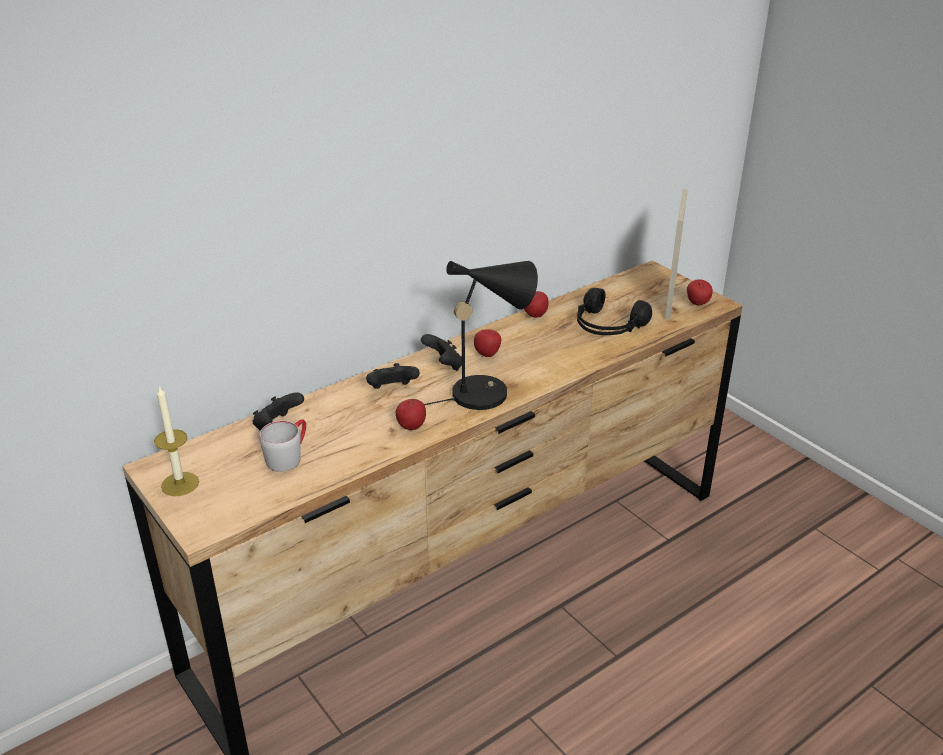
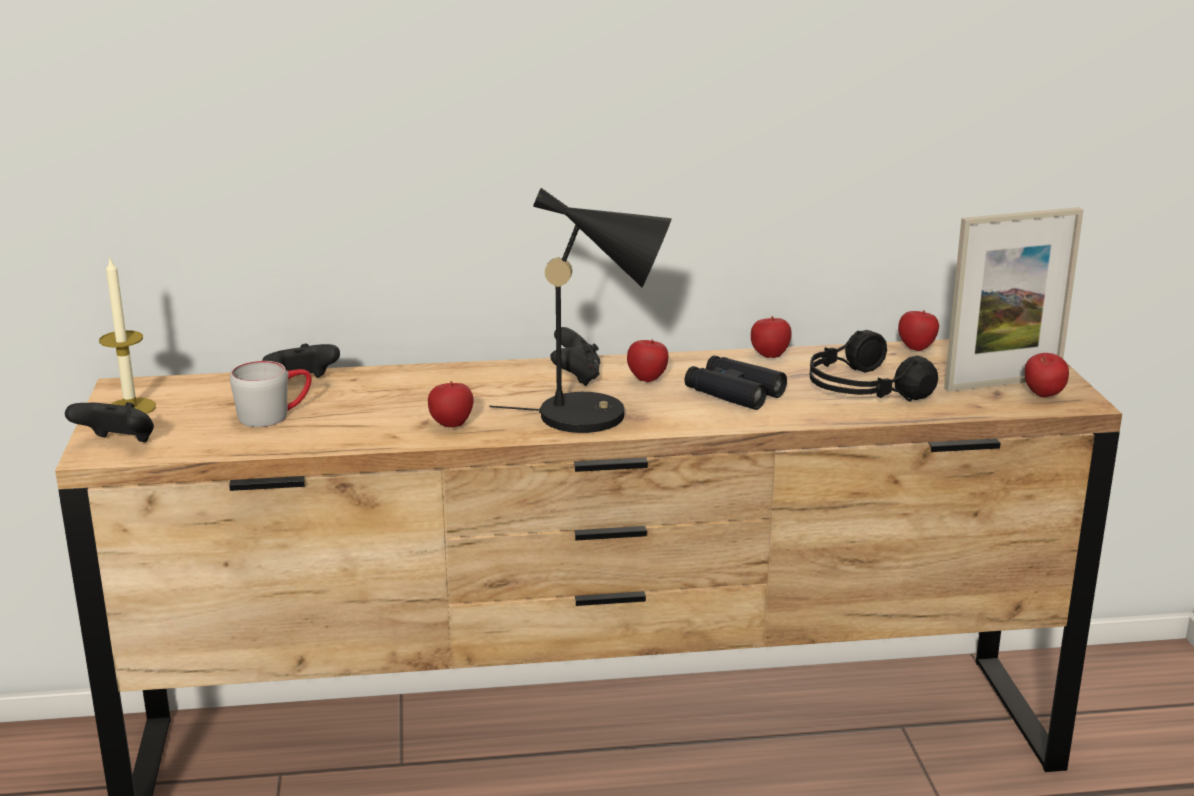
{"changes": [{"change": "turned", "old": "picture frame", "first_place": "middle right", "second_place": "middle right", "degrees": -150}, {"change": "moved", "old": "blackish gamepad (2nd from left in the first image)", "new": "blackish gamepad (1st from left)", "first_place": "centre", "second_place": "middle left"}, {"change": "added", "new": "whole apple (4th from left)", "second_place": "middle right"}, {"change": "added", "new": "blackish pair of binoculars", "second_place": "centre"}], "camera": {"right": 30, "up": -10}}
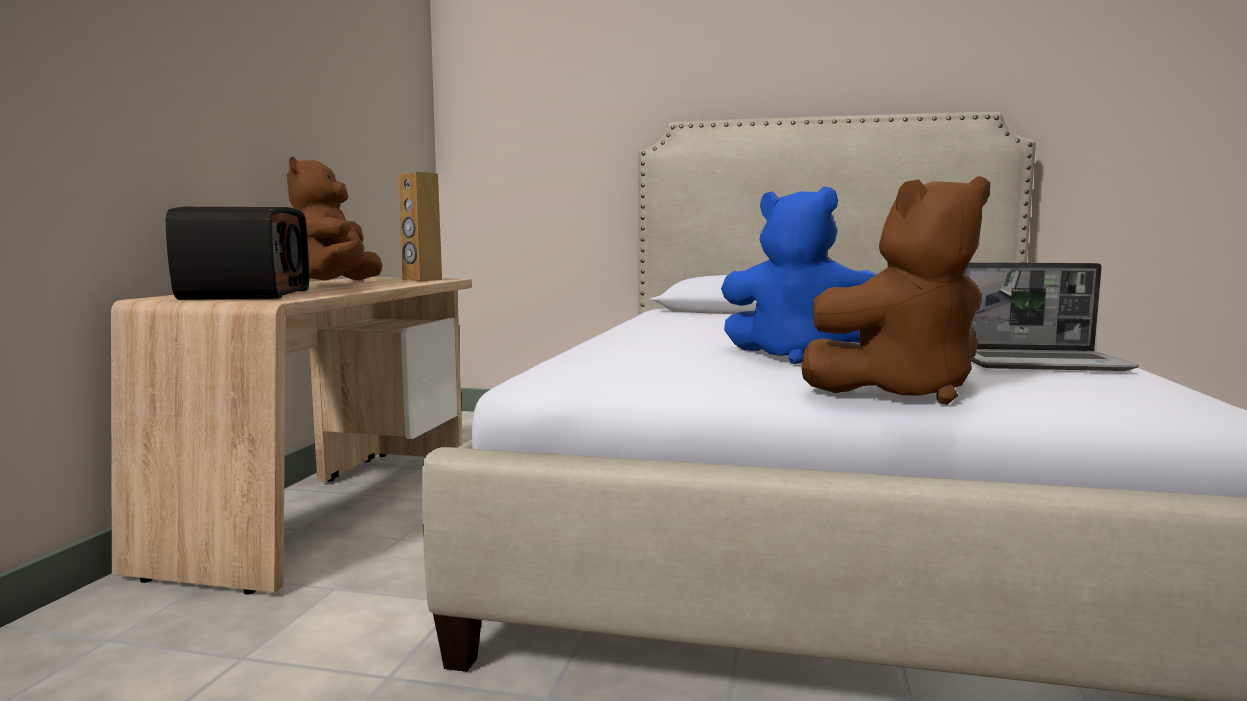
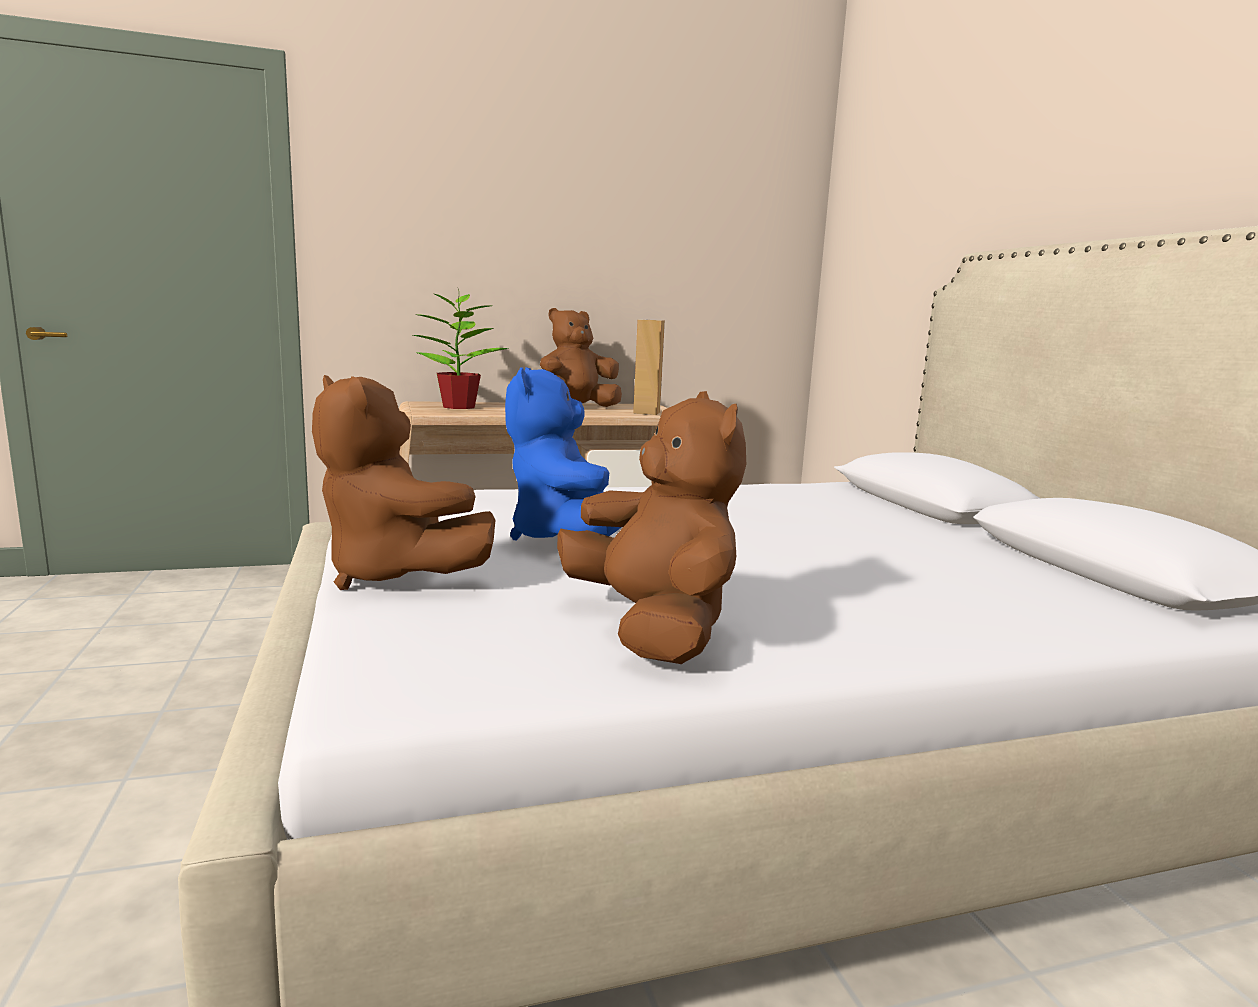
{"changes": [{"change": "replaced", "old": "radio set", "new": "potted plant", "first_place": "middle left", "second_place": "centre"}, {"change": "replaced", "old": "notebook computer", "new": "brown plush toy (3rd from left)", "first_place": "middle right", "second_place": "centre"}], "camera": {"right": 60, "up": 5}}
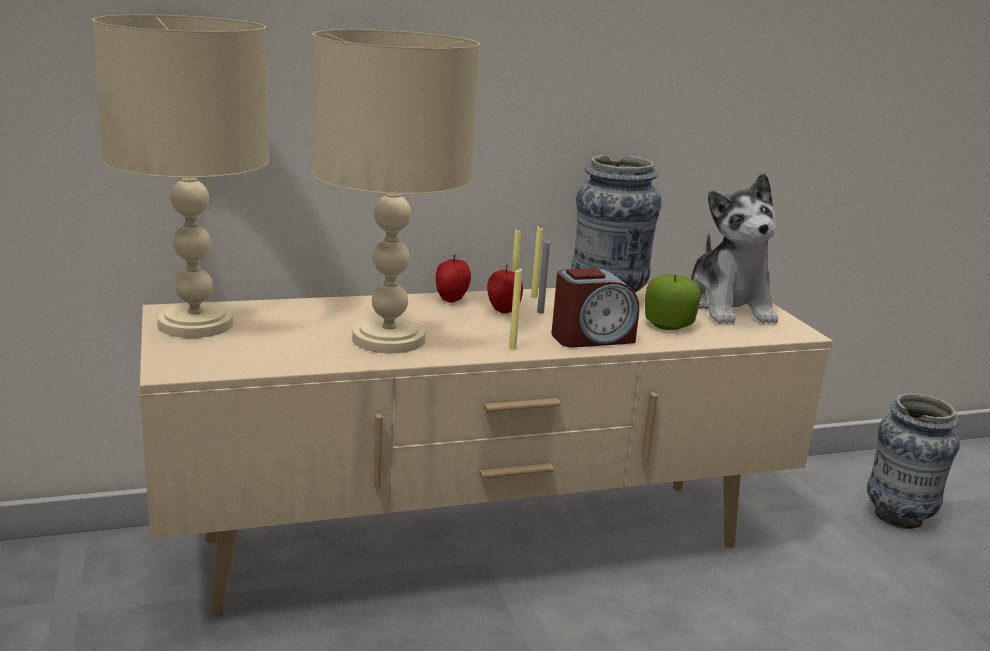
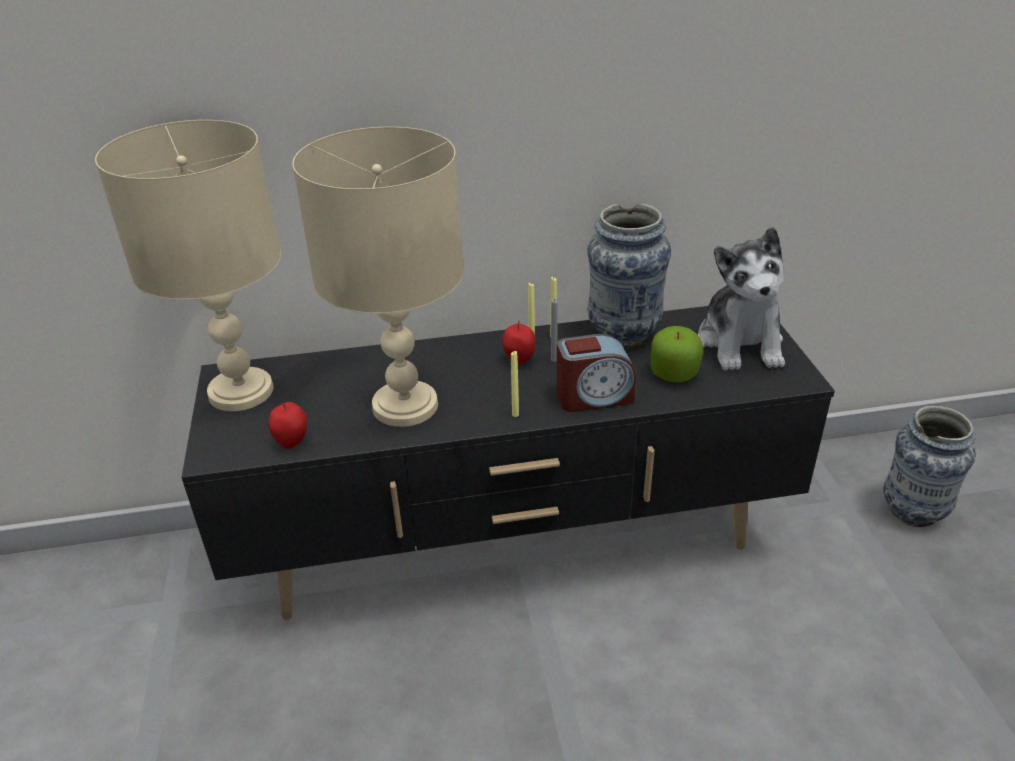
{"changes": [{"change": "moved", "old": "whole apple (1st from left)", "first_place": "centre", "second_place": "middle left"}, {"change": "recoloured", "old": "sand-coloured tv unit", "new": "blackish tv unit", "first_place": "bottom centre", "second_place": "centre"}], "camera": {"right": 10, "up": 15}}
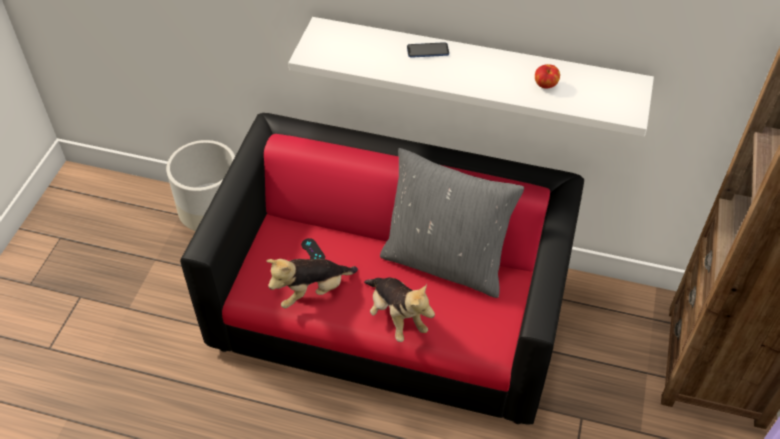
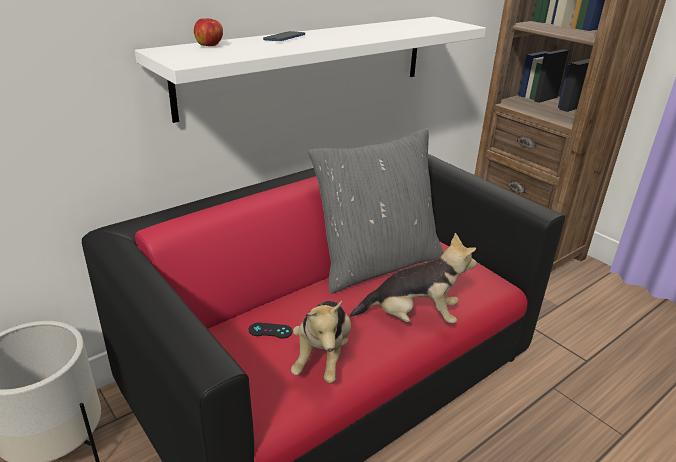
{"changes": [{"change": "moved", "old": "whole apple", "first_place": "top right", "second_place": "top left"}], "camera": {"right": -55, "up": -20}}
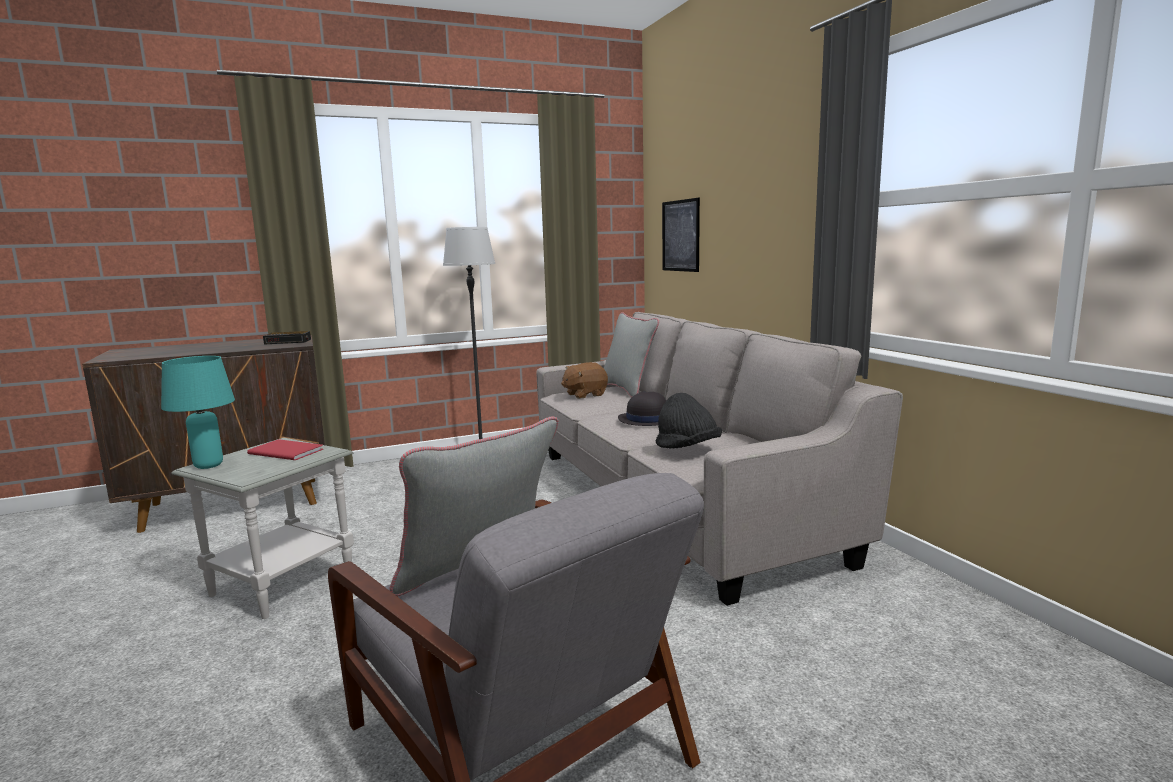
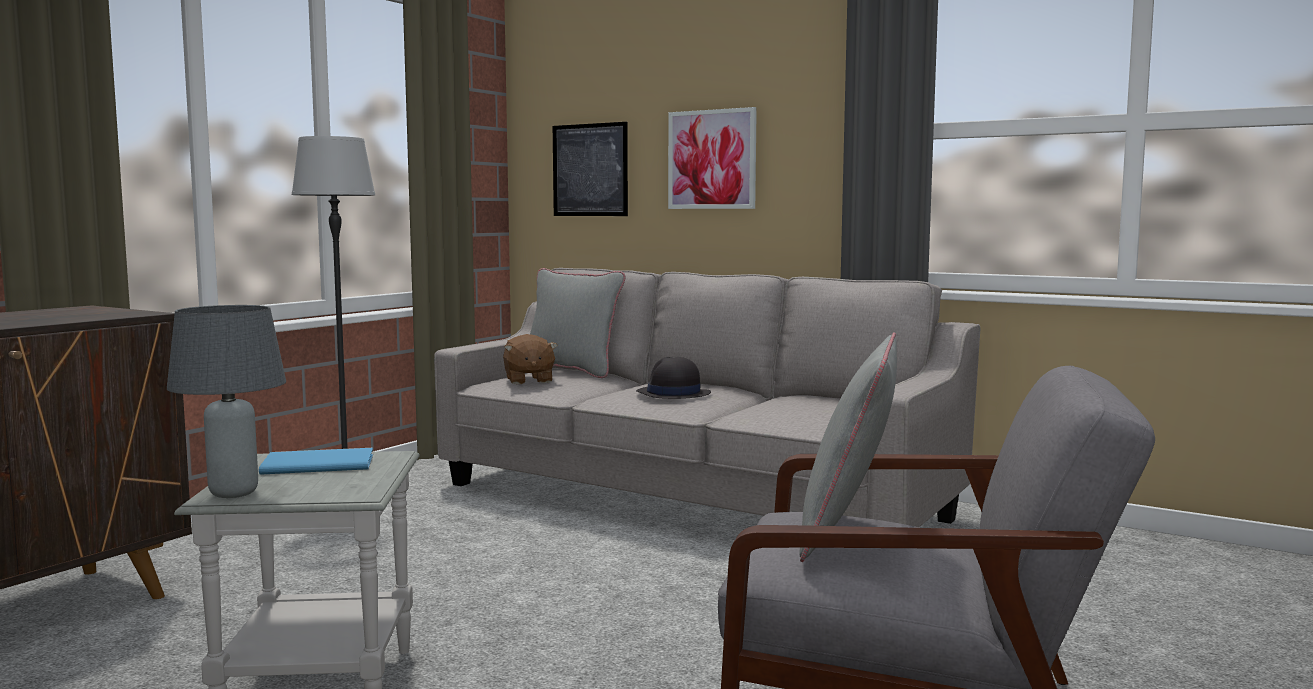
{"changes": [{"change": "removed", "old": "bedside clock", "first_place": "middle left"}, {"change": "recoloured", "old": "blue-green lamp for a table", "new": "gray lamp for a table", "first_place": "middle left", "second_place": "middle left"}, {"change": "turned", "old": "brown plush toy", "first_place": "centre", "second_place": "centre", "degrees": -45}, {"change": "removed", "old": "blackish wearable hat (2nd from left)", "first_place": "centre"}, {"change": "recoloured", "old": "red-coloured book", "new": "bluish book", "first_place": "middle left", "second_place": "bottom left"}, {"change": "added", "new": "picture (2nd from left)", "second_place": "top centre"}], "camera": {"right": -35, "up": -5}}
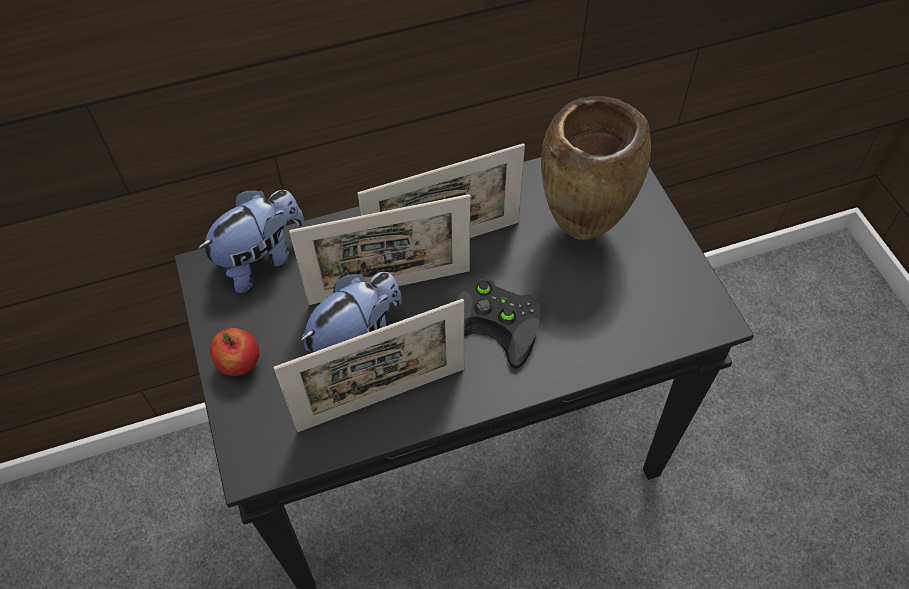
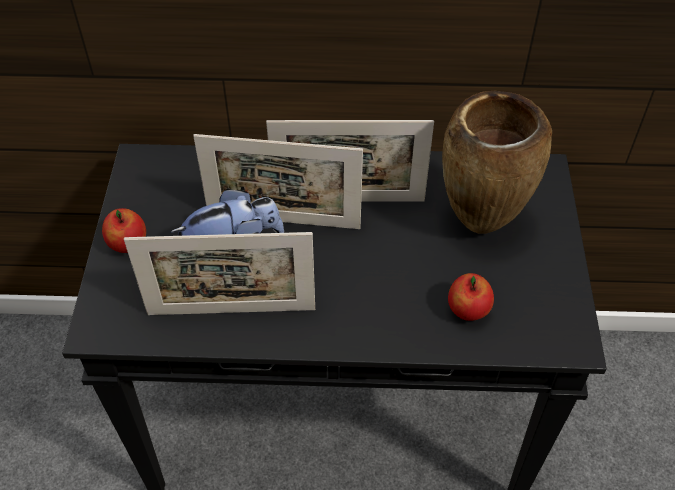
{"changes": [{"change": "removed", "old": "plush toy (1st from left)", "first_place": "middle left"}, {"change": "removed", "old": "blackish gamepad", "first_place": "centre"}, {"change": "added", "new": "whole apple (2nd from left)", "second_place": "middle right"}], "camera": {"right": 20, "up": -5}}
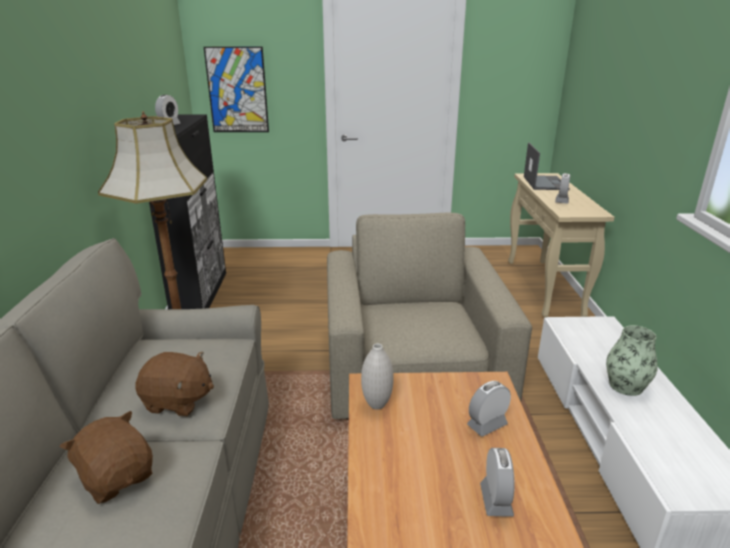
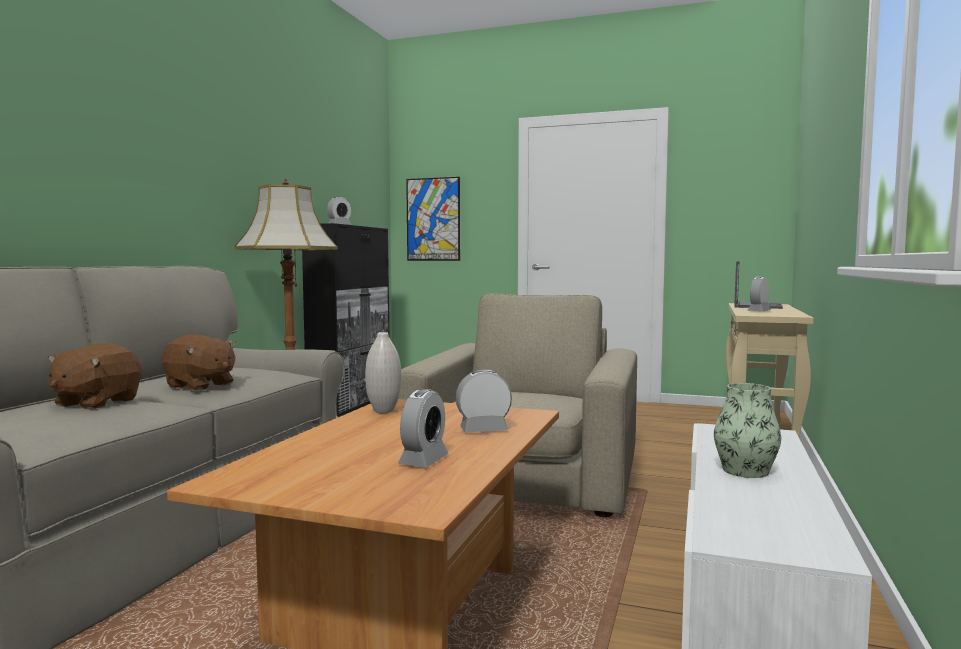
{"changes": [{"change": "turned", "old": "brown plush toy (1st from left)", "first_place": "bottom left", "second_place": "middle left", "degrees": -135}], "camera": {"right": 20, "up": -20}}
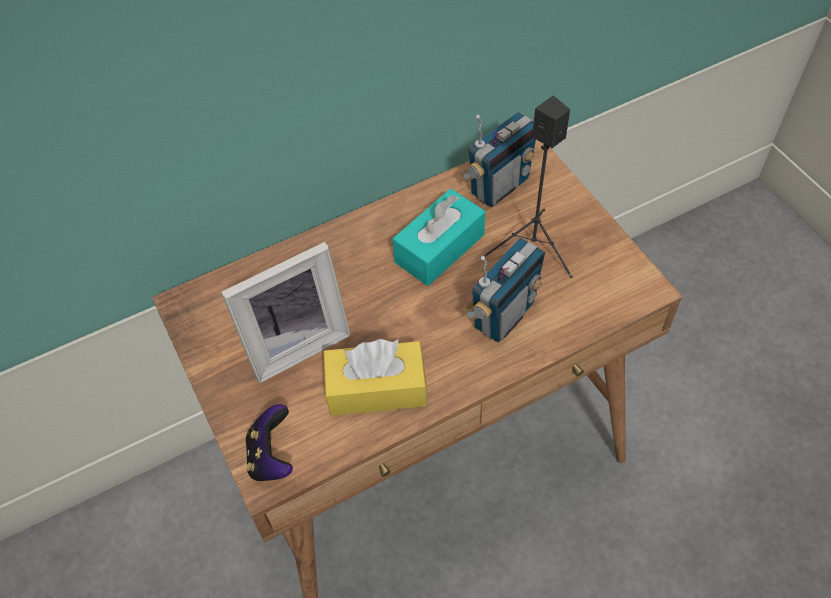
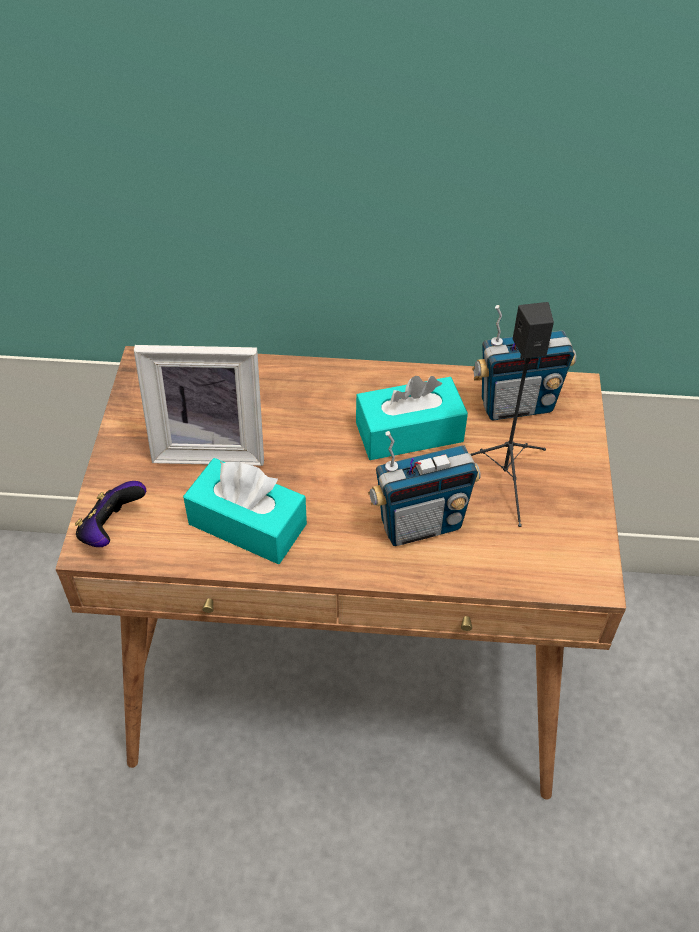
{"changes": [{"change": "recoloured", "old": "yellow tissue holder", "new": "blue-green tissue holder (1st from left)", "first_place": "centre", "second_place": "centre"}], "camera": {"right": 30, "up": -5}}
